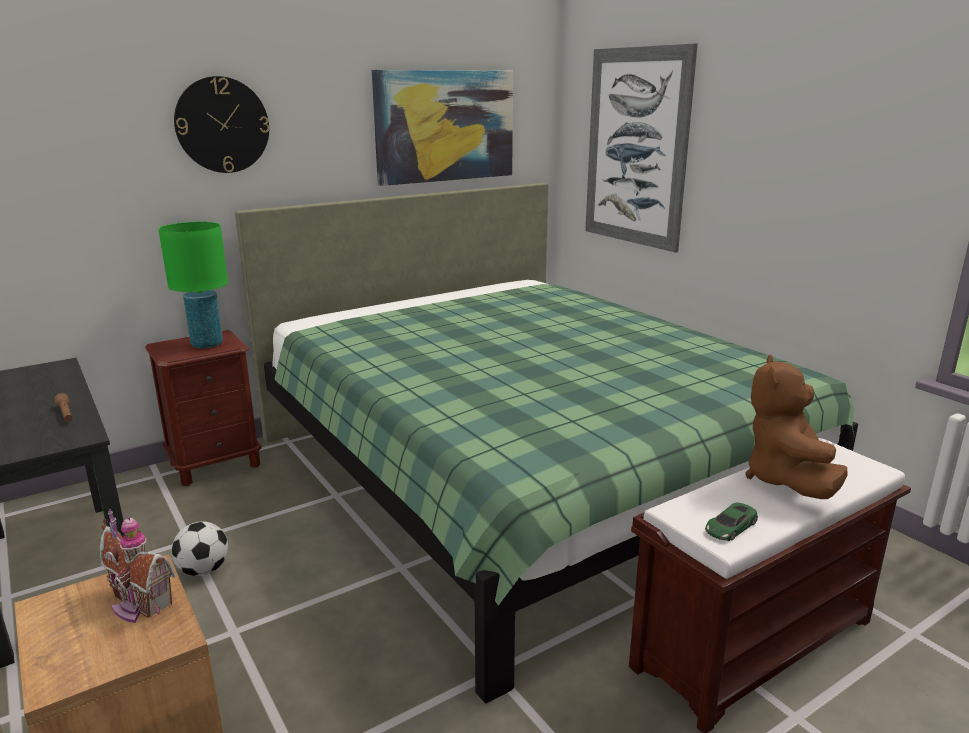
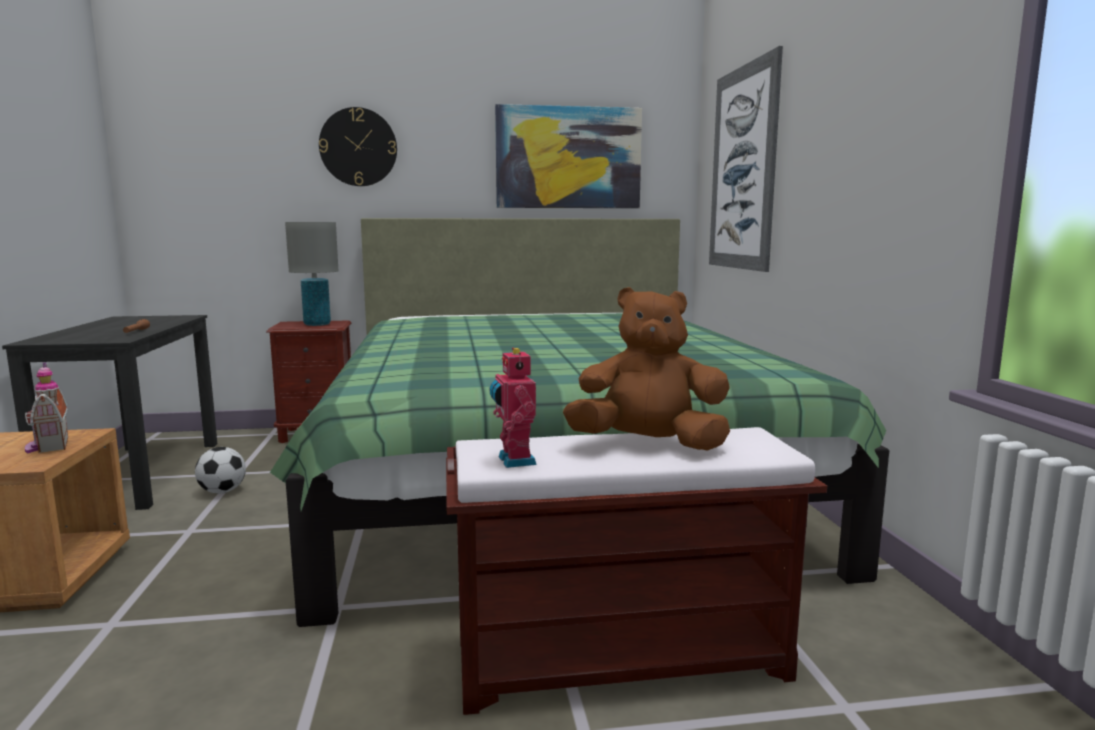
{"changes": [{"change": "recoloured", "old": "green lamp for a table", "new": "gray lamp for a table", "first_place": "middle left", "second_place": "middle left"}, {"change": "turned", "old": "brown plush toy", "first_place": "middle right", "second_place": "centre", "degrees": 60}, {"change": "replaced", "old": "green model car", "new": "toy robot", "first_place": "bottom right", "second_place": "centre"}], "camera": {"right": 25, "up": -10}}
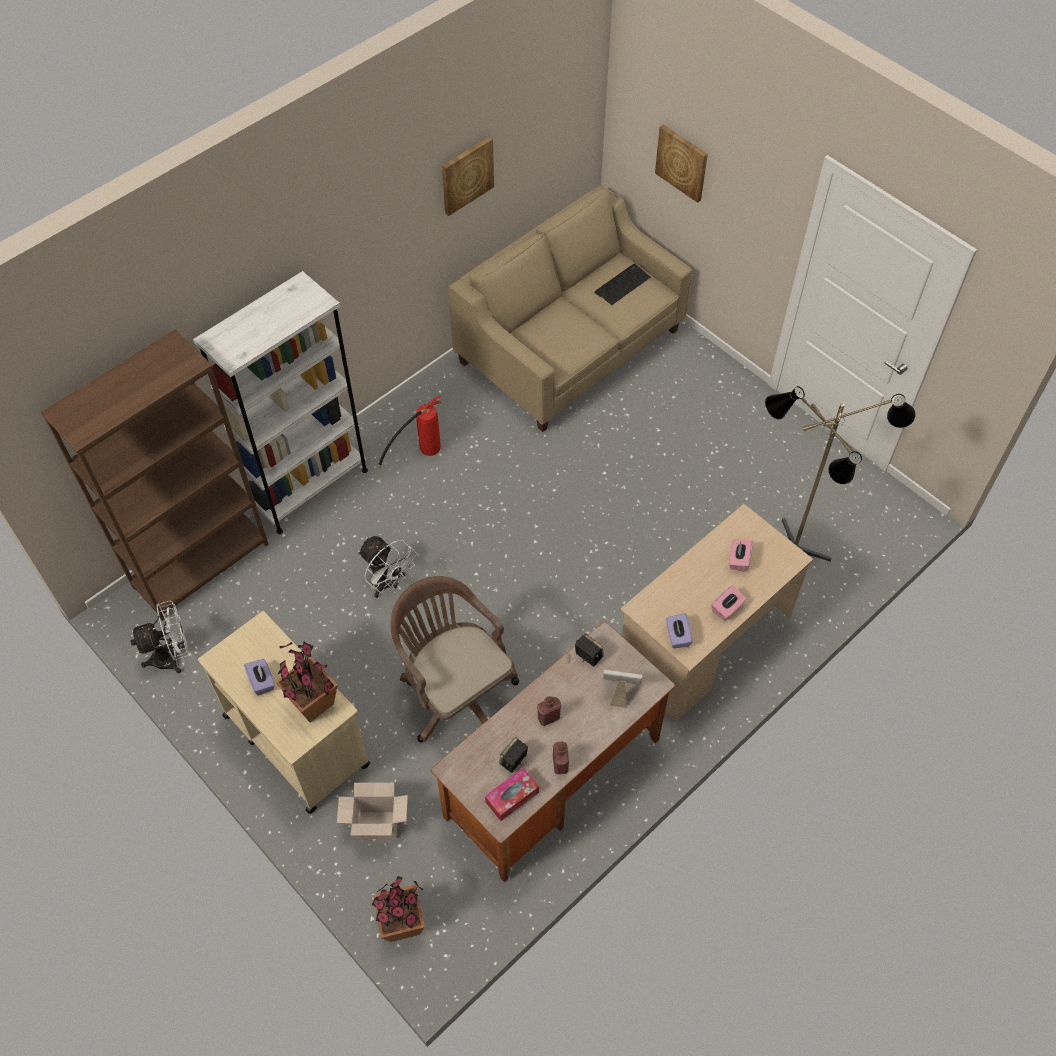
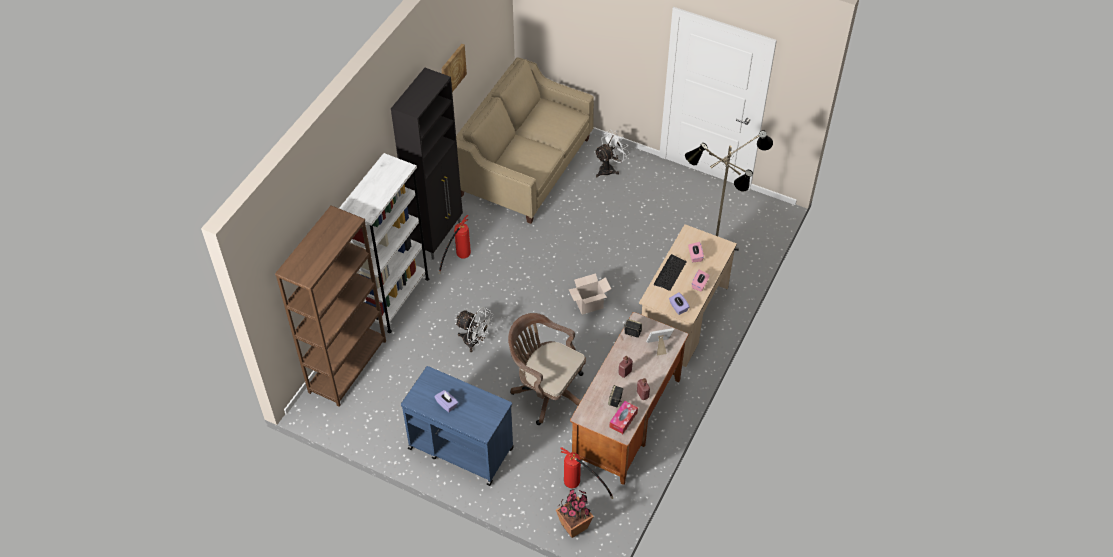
{"changes": [{"change": "removed", "old": "picture (2nd from left)", "first_place": "top centre"}, {"change": "moved", "old": "computer keyboard", "first_place": "top centre", "second_place": "centre"}, {"change": "moved", "old": "white electric fan (1st from left in the first image)", "new": "white electric fan (2nd from left)", "first_place": "middle left", "second_place": "top centre"}, {"change": "recoloured", "old": "sand-coloured trolley", "new": "bluish trolley", "first_place": "bottom left", "second_place": "bottom centre"}, {"change": "removed", "old": "potted plant (1st from left)", "first_place": "middle left"}, {"change": "moved", "old": "packing box", "first_place": "bottom centre", "second_place": "centre"}, {"change": "added", "new": "blackish cupboard", "second_place": "top centre"}, {"change": "added", "new": "extinguisher (2nd from left)", "second_place": "bottom centre"}], "camera": {"right": -20, "up": -5}}
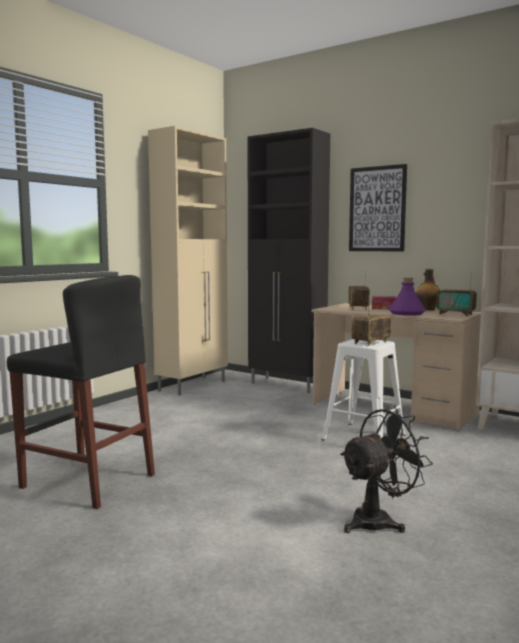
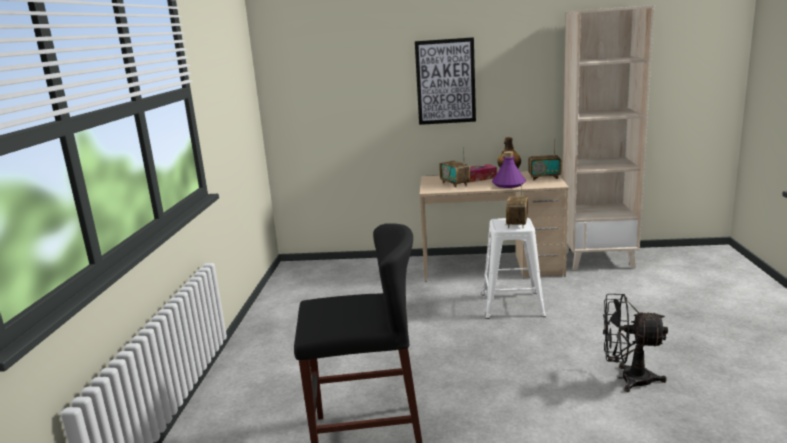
{"changes": [{"change": "removed", "old": "sand-coloured cupboard", "first_place": "centre"}, {"change": "removed", "old": "blackish cupboard", "first_place": "centre"}, {"change": "turned", "old": "blackish electric fan", "first_place": "bottom right", "second_place": "bottom right", "degrees": -105}], "camera": {"right": -30, "up": 10}}
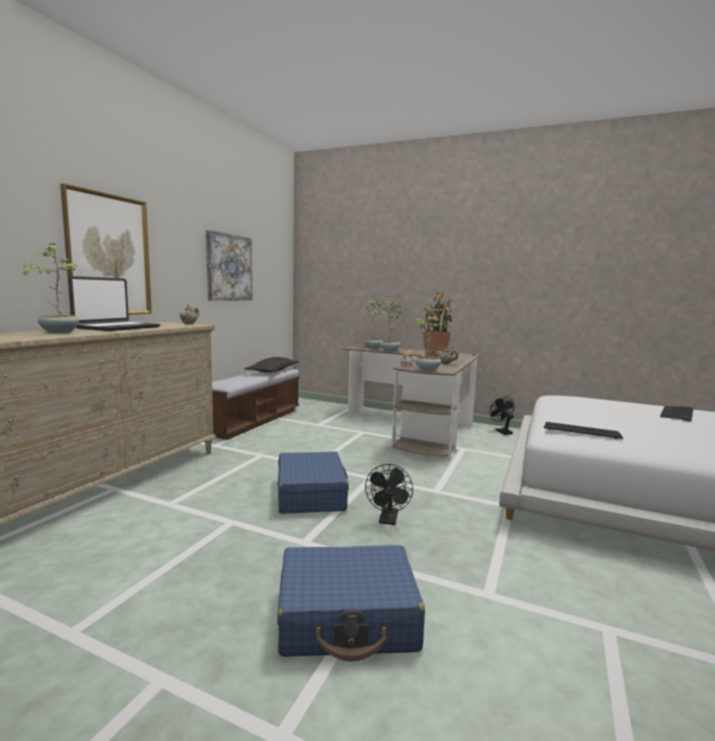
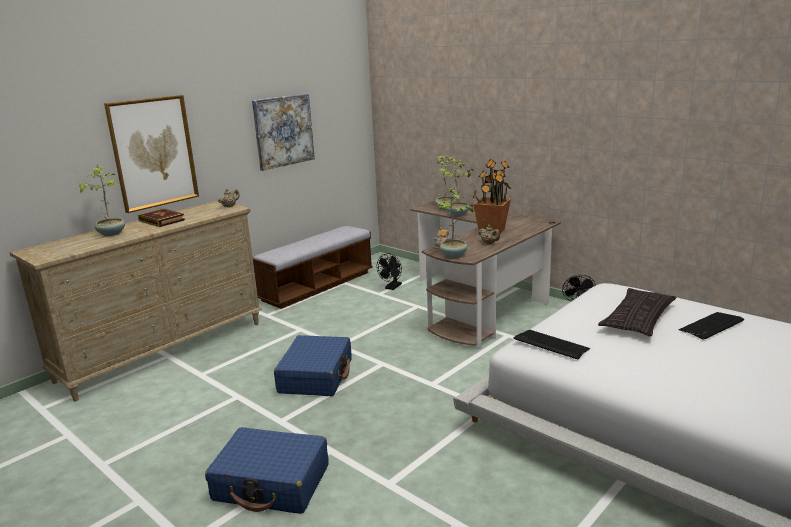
{"changes": [{"change": "replaced", "old": "notebook computer", "new": "book", "first_place": "middle left", "second_place": "middle left"}, {"change": "moved", "old": "throw pillow", "first_place": "centre", "second_place": "middle right"}, {"change": "moved", "old": "blackish electric fan (1st from left)", "first_place": "bottom centre", "second_place": "centre"}], "camera": {"right": 20, "up": 10}}
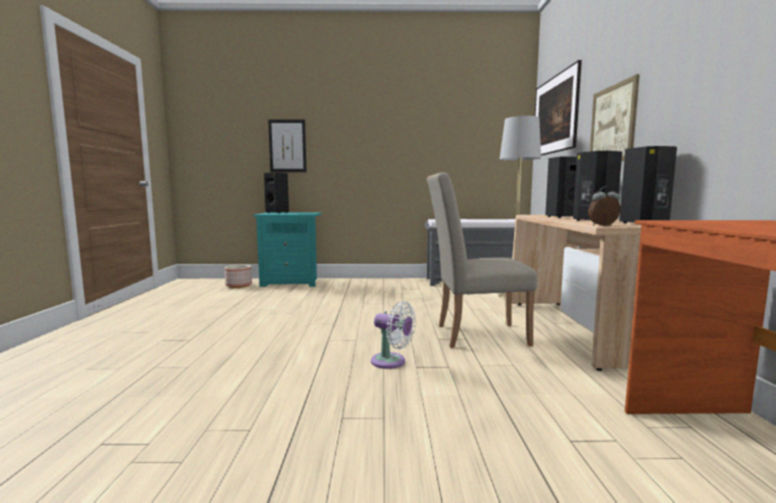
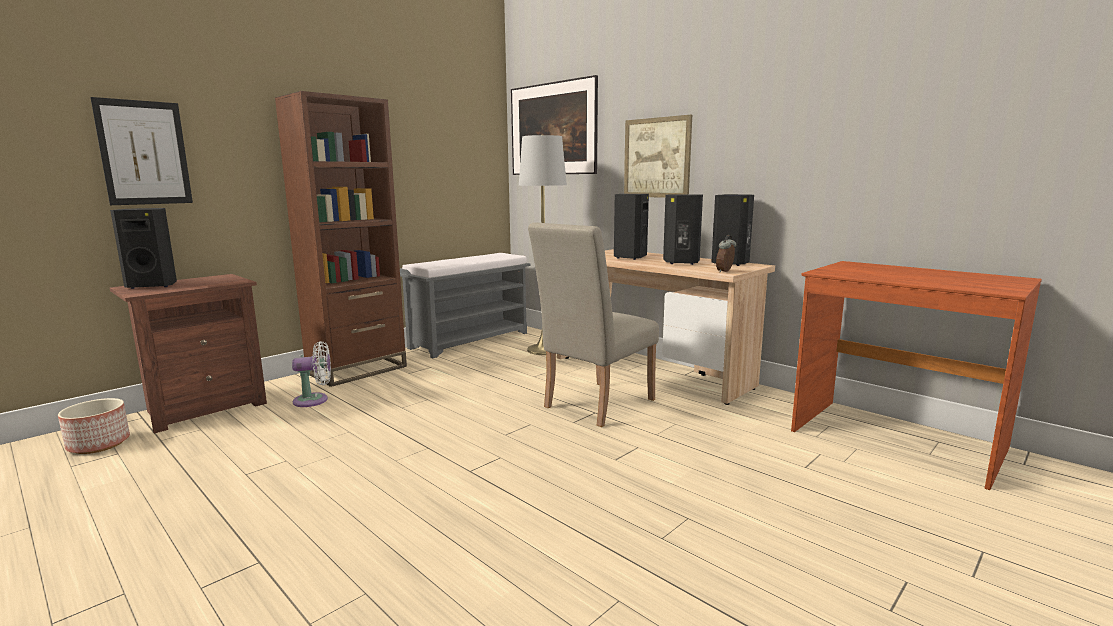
{"changes": [{"change": "recoloured", "old": "blue-green bedside table", "new": "brown bedside table", "first_place": "centre", "second_place": "middle left"}, {"change": "moved", "old": "white electric fan", "first_place": "centre", "second_place": "middle left"}, {"change": "added", "new": "brown bookcase", "second_place": "middle left"}], "camera": {"right": -45, "up": 5}}
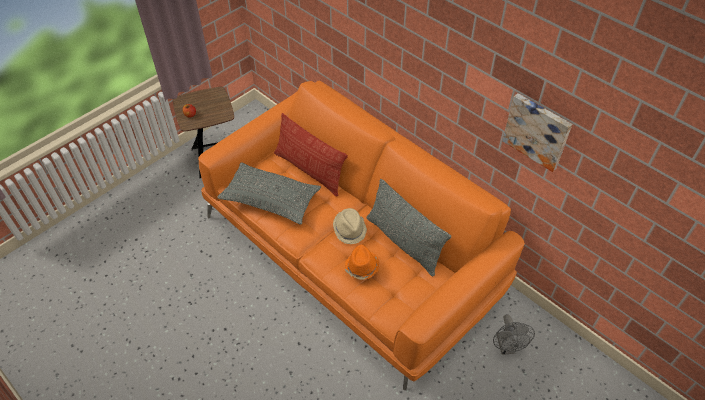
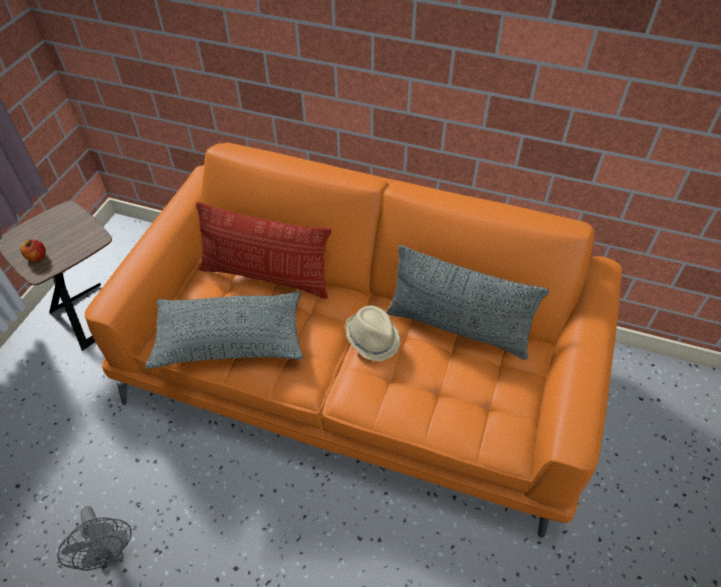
{"changes": [{"change": "removed", "old": "picture", "first_place": "top right"}, {"change": "removed", "old": "orange-coloured wearable hat", "first_place": "centre"}, {"change": "moved", "old": "gray electric fan", "first_place": "bottom right", "second_place": "bottom left"}], "camera": {"right": -25, "up": 0}}
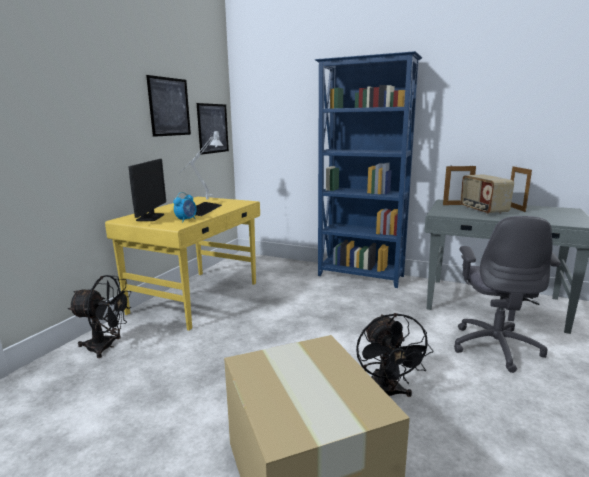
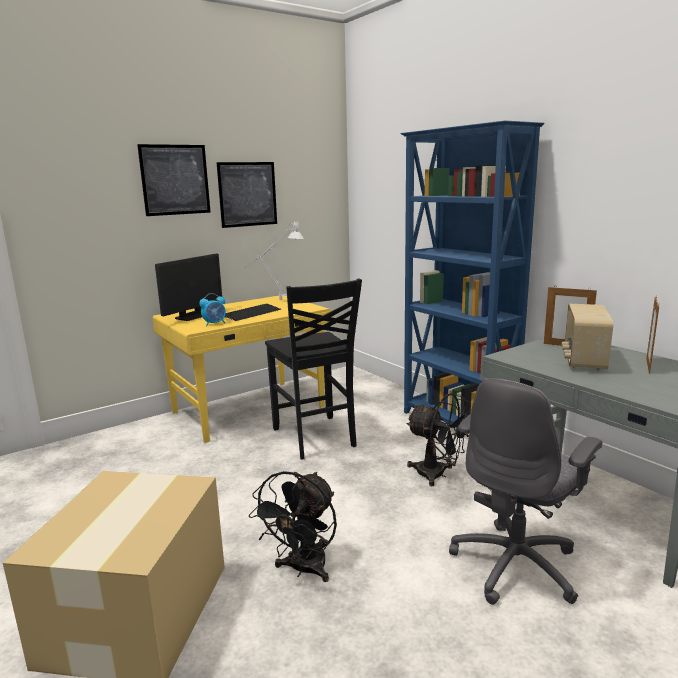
{"changes": [{"change": "moved", "old": "picture (2nd from left in the first image)", "new": "picture (1st from left)", "first_place": "top centre", "second_place": "top left"}, {"change": "moved", "old": "blackish electric fan (1st from left in the first image)", "new": "blackish electric fan (2nd from left)", "first_place": "middle left", "second_place": "centre"}, {"change": "added", "new": "blackish upright chair", "second_place": "centre"}], "camera": {"right": 30, "up": 0}}
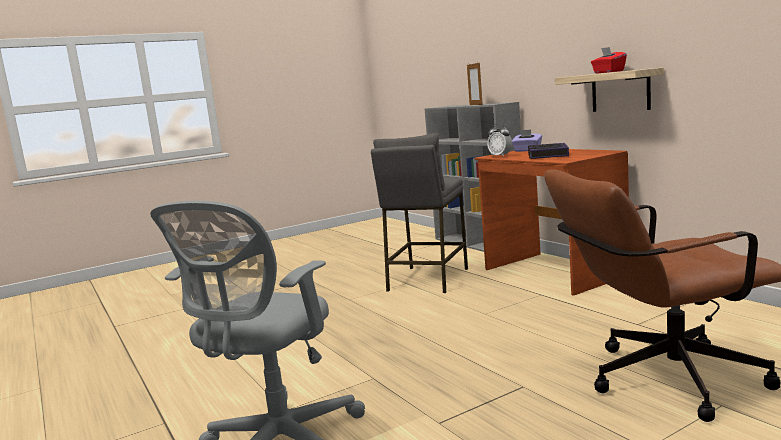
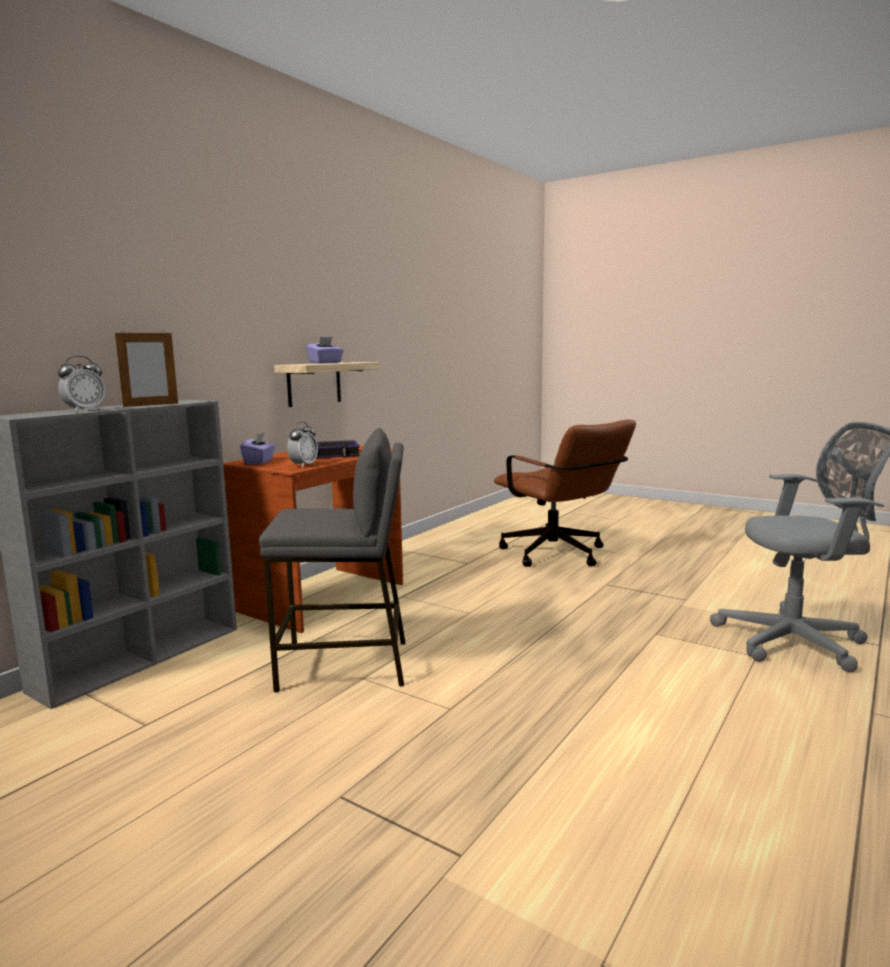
{"changes": [{"change": "recoloured", "old": "red-coloured tissue holder", "new": "purple-coloured tissue holder (2nd from left)", "first_place": "top right", "second_place": "centre"}, {"change": "added", "new": "bedside clock (1st from left)", "second_place": "middle left"}], "camera": {"right": -115, "up": 0}}
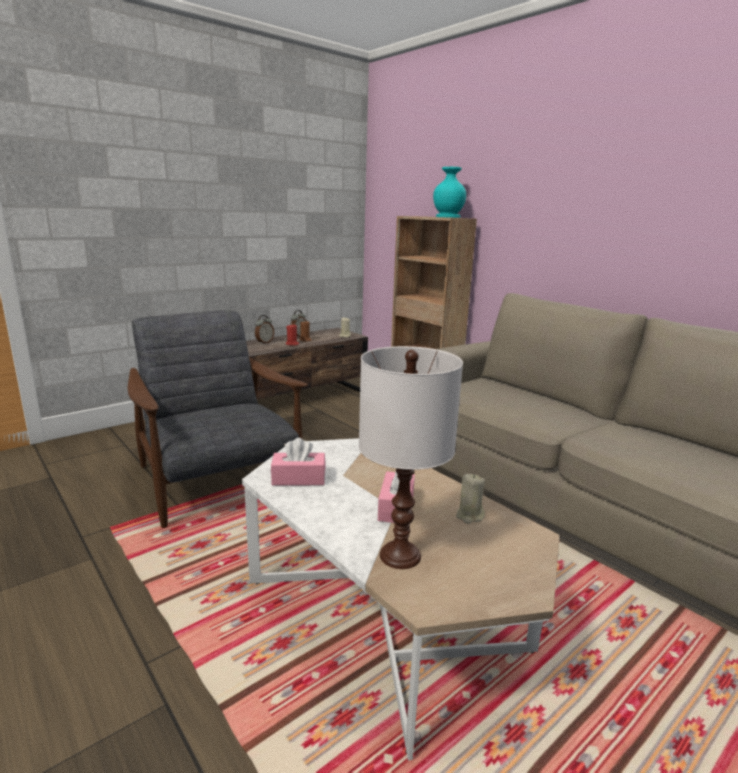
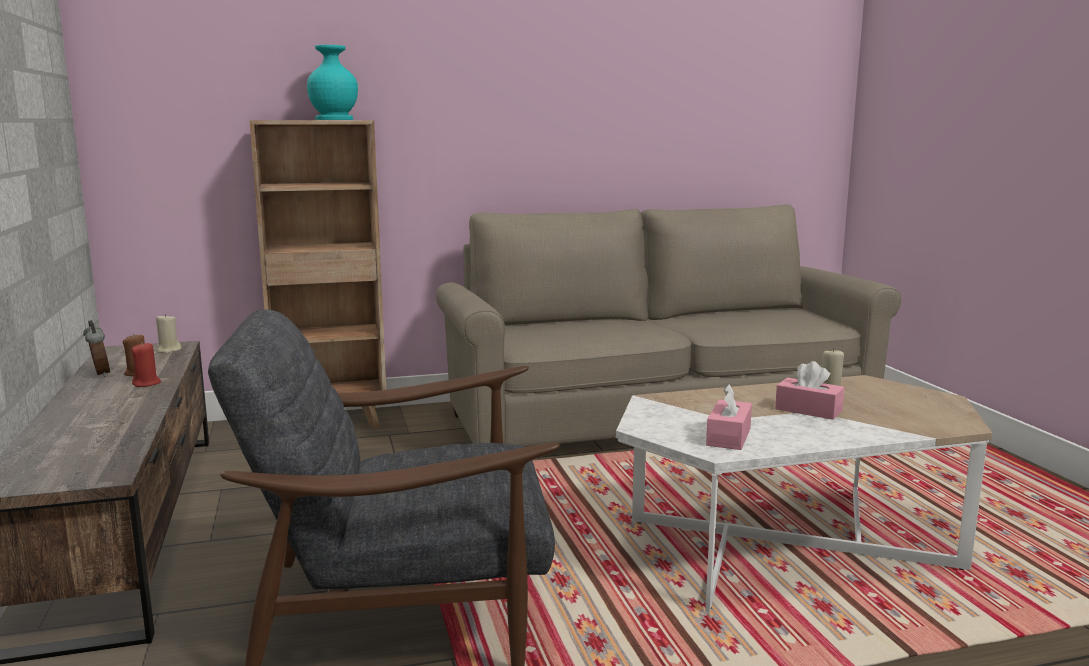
{"changes": [{"change": "removed", "old": "bedside clock (1st from left)", "first_place": "centre"}, {"change": "removed", "old": "white lamp for a table", "first_place": "centre"}], "camera": {"right": -65, "up": -5}}
